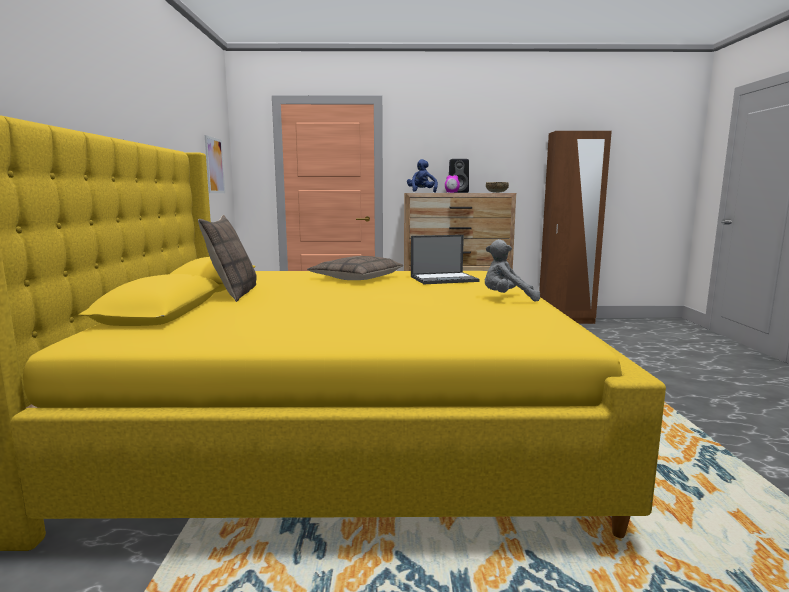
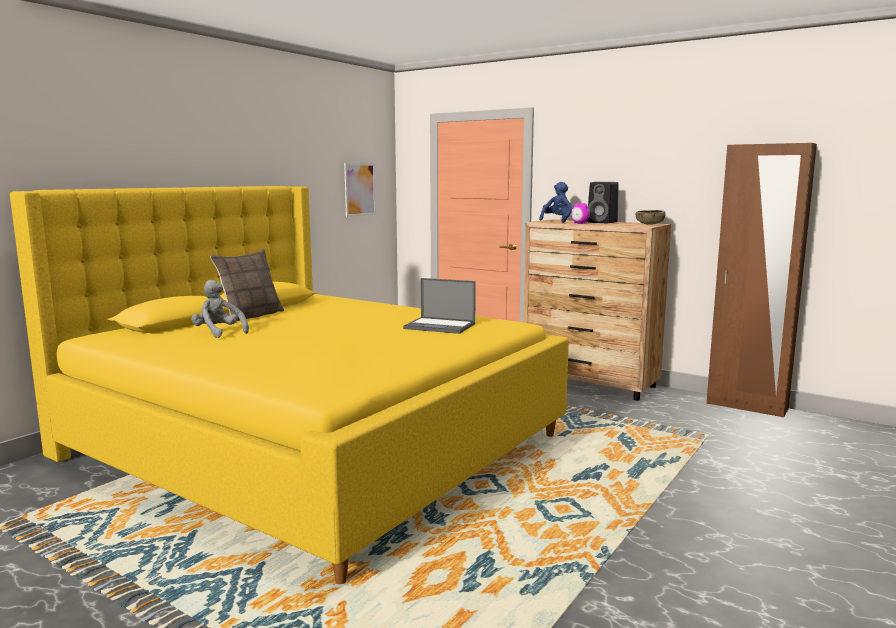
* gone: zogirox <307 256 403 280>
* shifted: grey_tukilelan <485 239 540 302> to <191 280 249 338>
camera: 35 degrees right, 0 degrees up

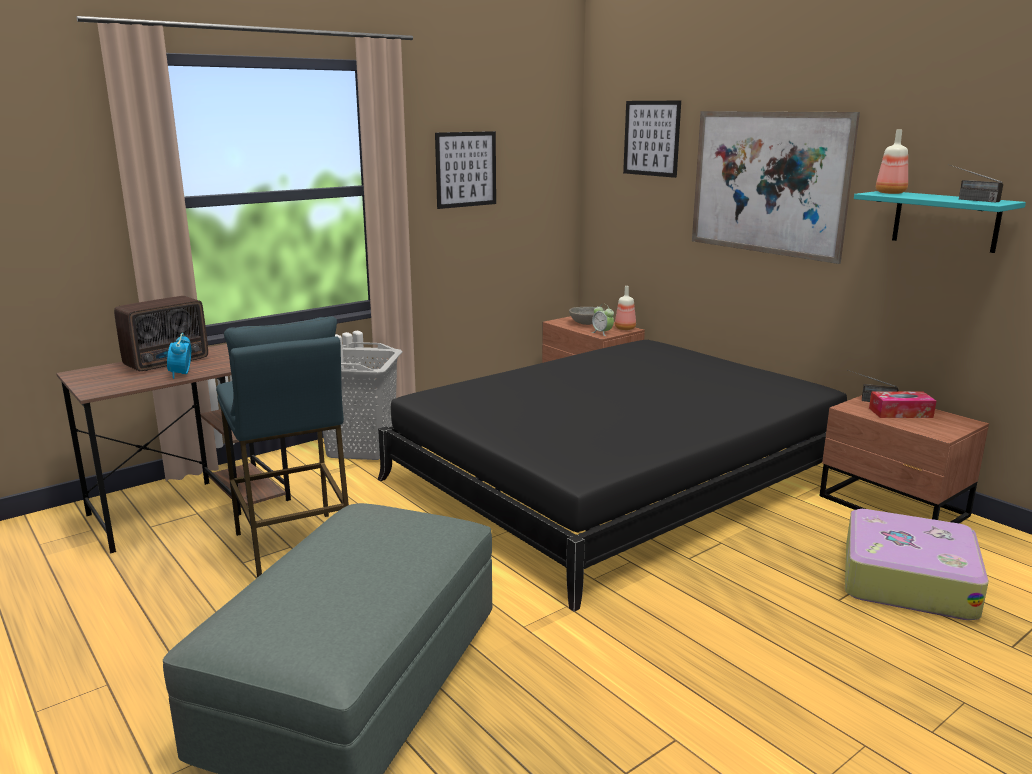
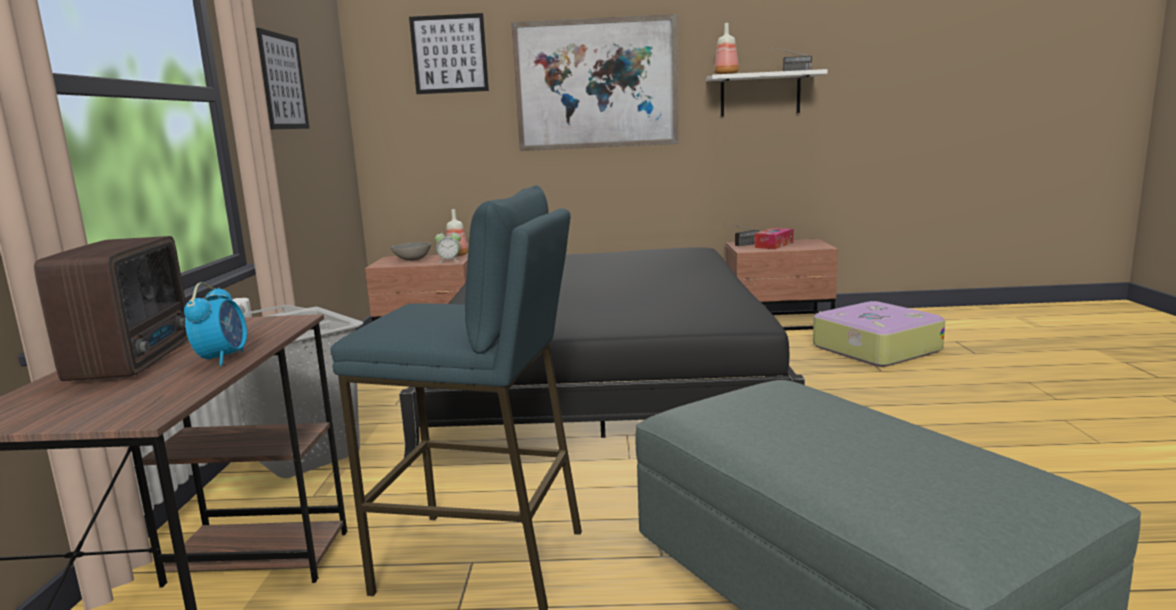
* repainted: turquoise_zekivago <854 191 1026 253> to white_zekivago <706 69 828 116>
* rotated: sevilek <167 333 191 379> = <184 282 247 366> 120 degrees counterclockwise
camera: 50 degrees left, 5 degrees down

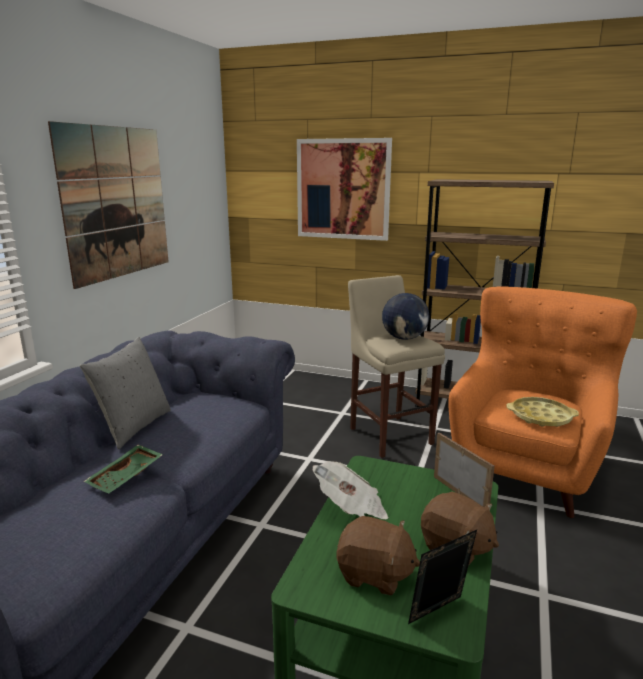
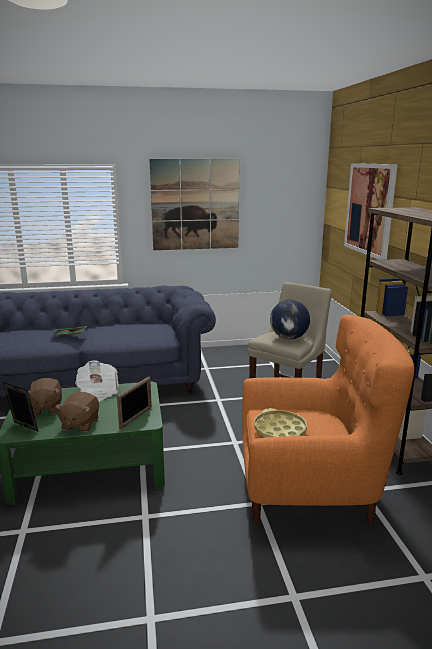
* gone: grey_zogirox <80 337 171 449>
camera: 60 degrees right, 0 degrees up

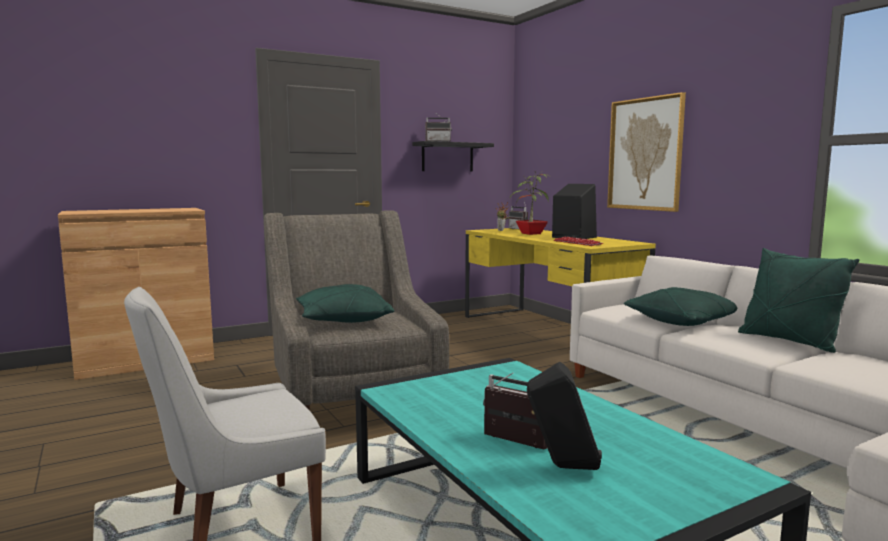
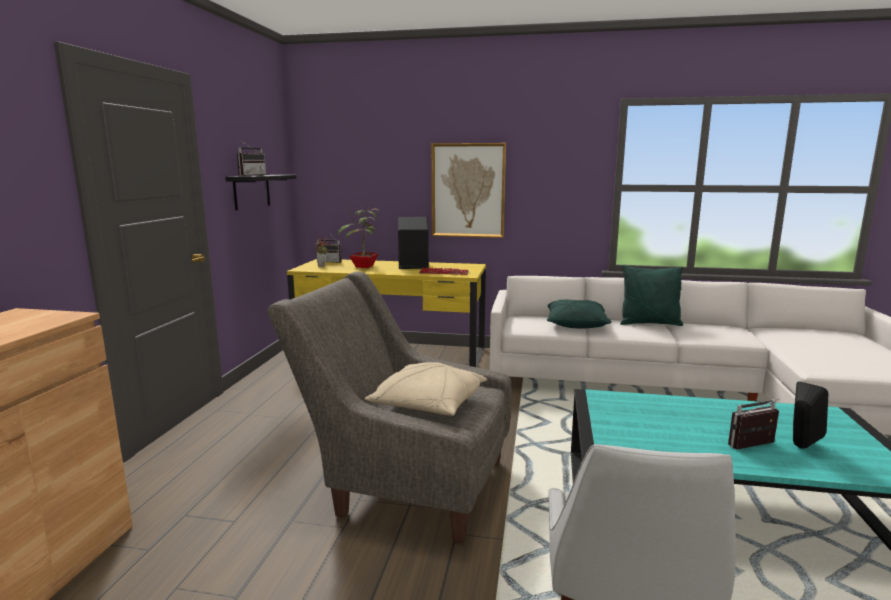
* repainted: green_zogirox <296 284 395 323> to beige_zogirox <365 362 487 416>
camera: 50 degrees left, 5 degrees up

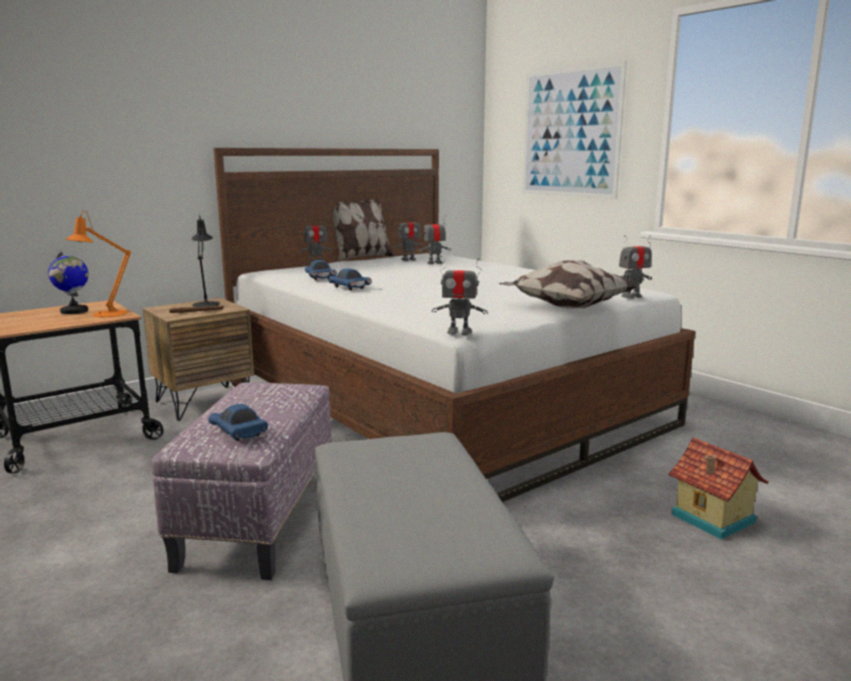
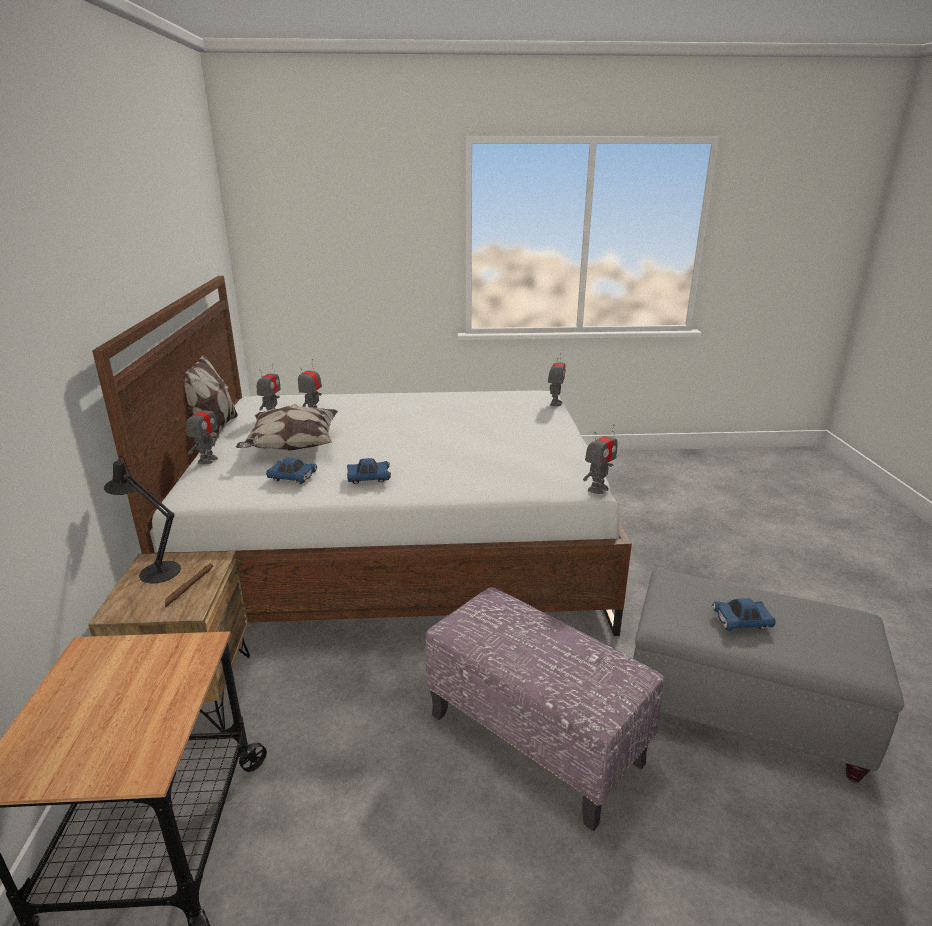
* gone: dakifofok <48 251 89 314>
* gone: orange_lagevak <66 211 131 317>
* gone: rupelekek <523 61 627 199>
* gone: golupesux <669 438 769 539>
* shifted: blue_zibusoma <208 404 268 441> to <712 598 776 631>
* shifted: zogirox <499 260 639 308> to <236 404 338 450>
camera: 55 degrees left, 10 degrees up

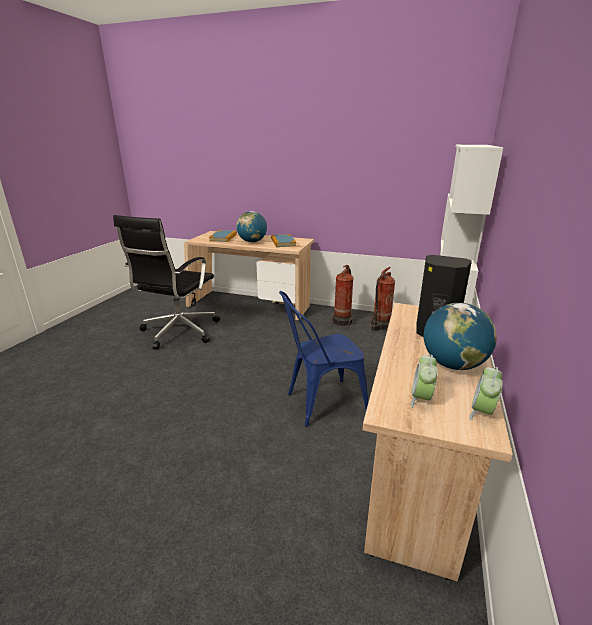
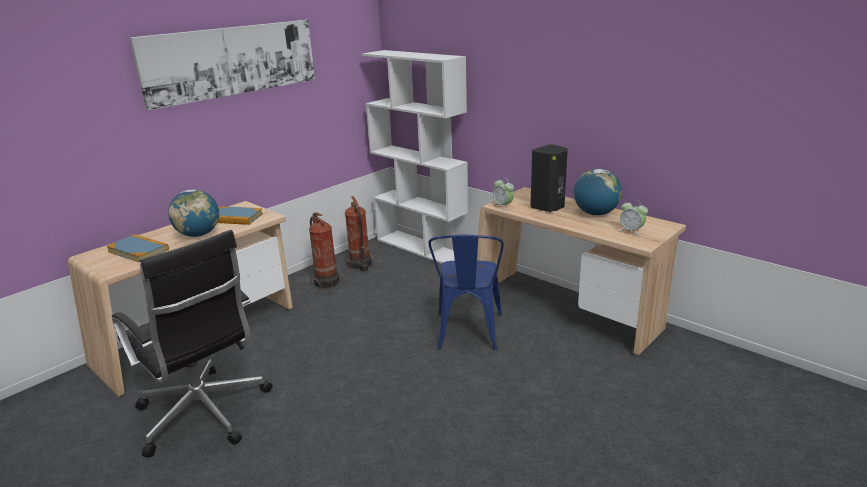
* new: rupelekek <129 20 315 110>
* shifted: sevilek <469 367 503 420> to <493 178 514 210>
camera: 65 degrees left, 0 degrees up

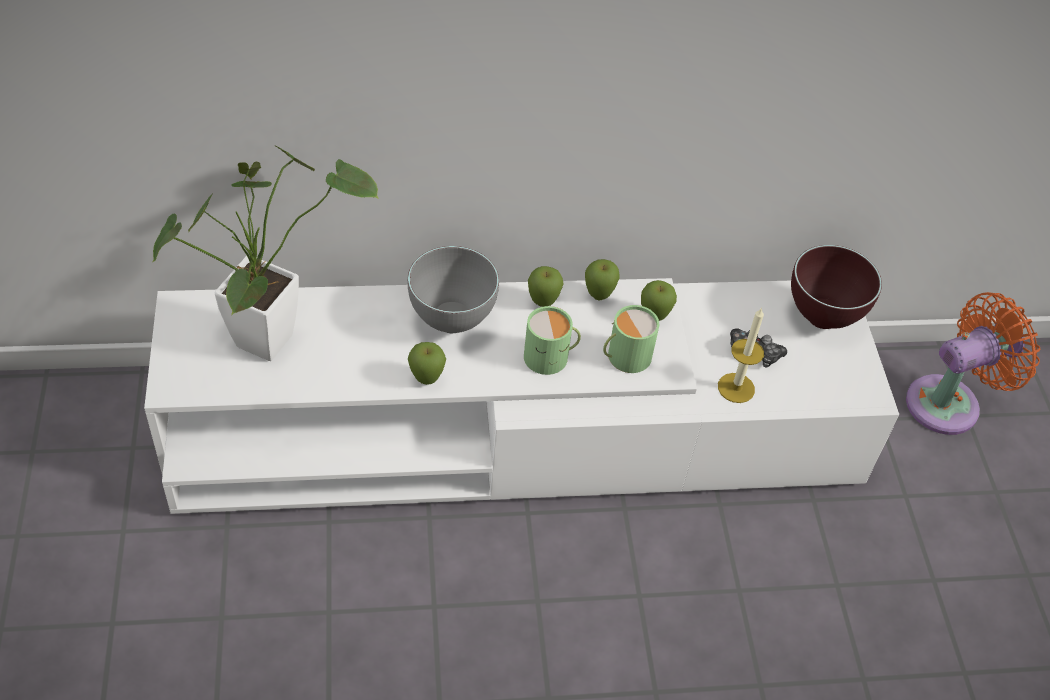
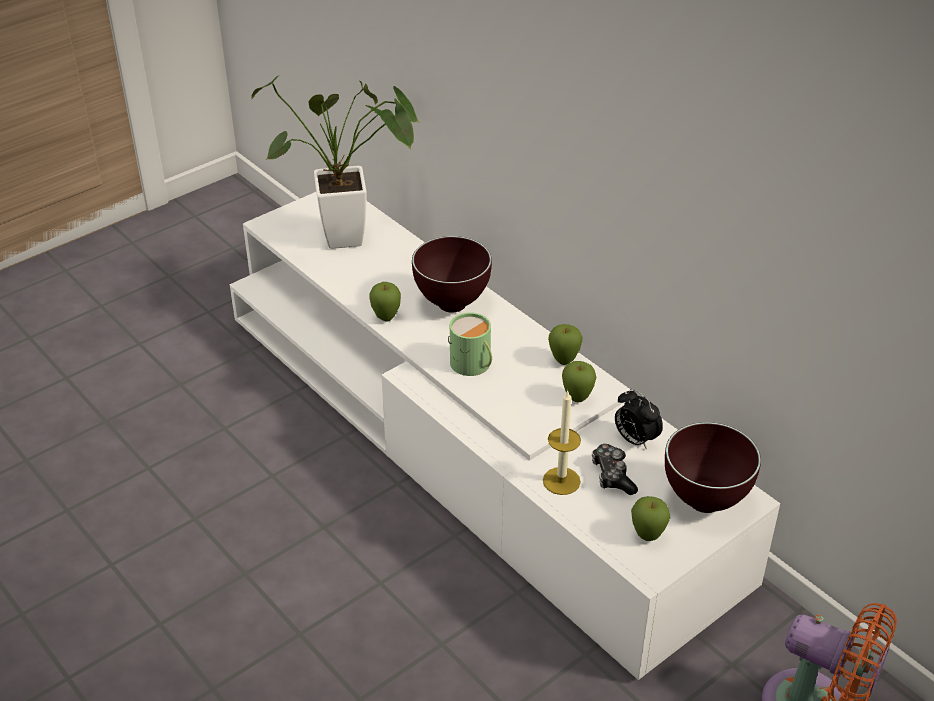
* gone: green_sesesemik <603 305 659 373>
* new: sevilek <615 389 663 450>
* shifted: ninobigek <528 266 564 307> to <631 496 671 541>
* repainted: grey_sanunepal <407 246 499 333> to brown_sanunepal <412 236 492 313>
camera: 60 degrees right, 10 degrees down

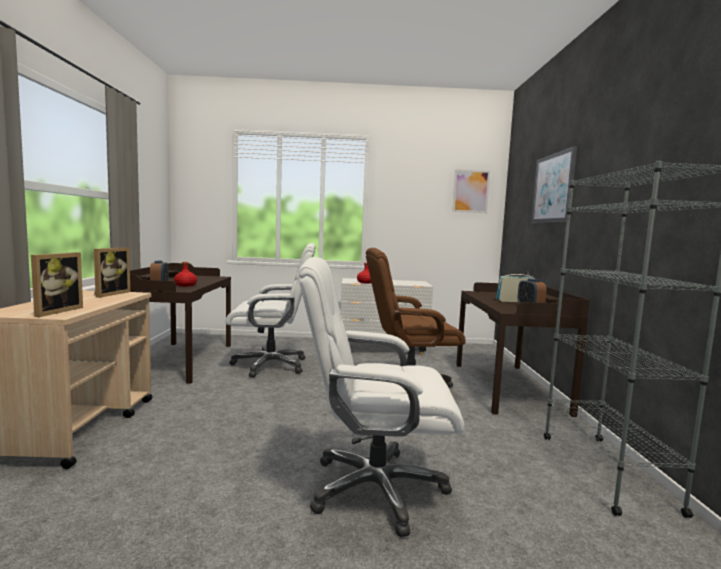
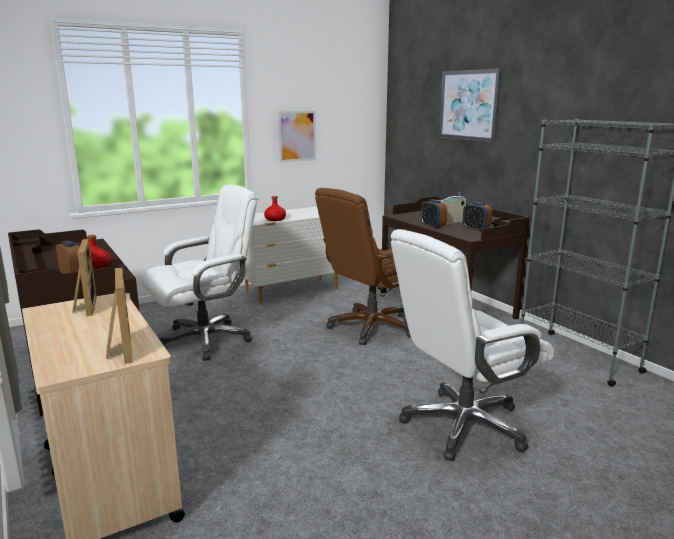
* new: sevilek <421 199 447 229>
* shifted: rupelekek <452 169 490 213> to <278 111 316 162>
camera: 30 degrees left, 10 degrees up

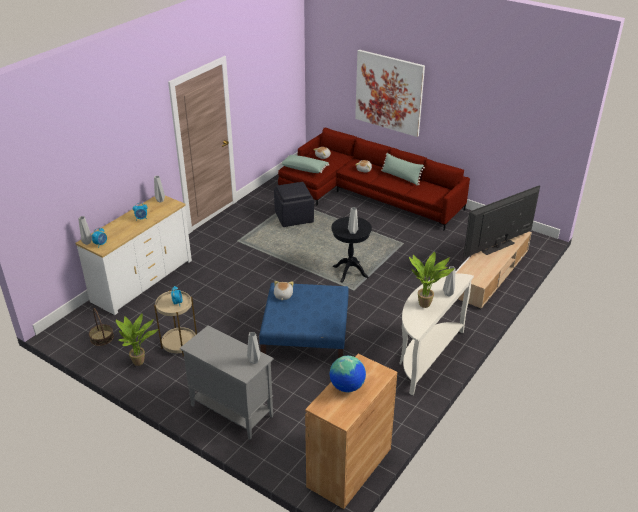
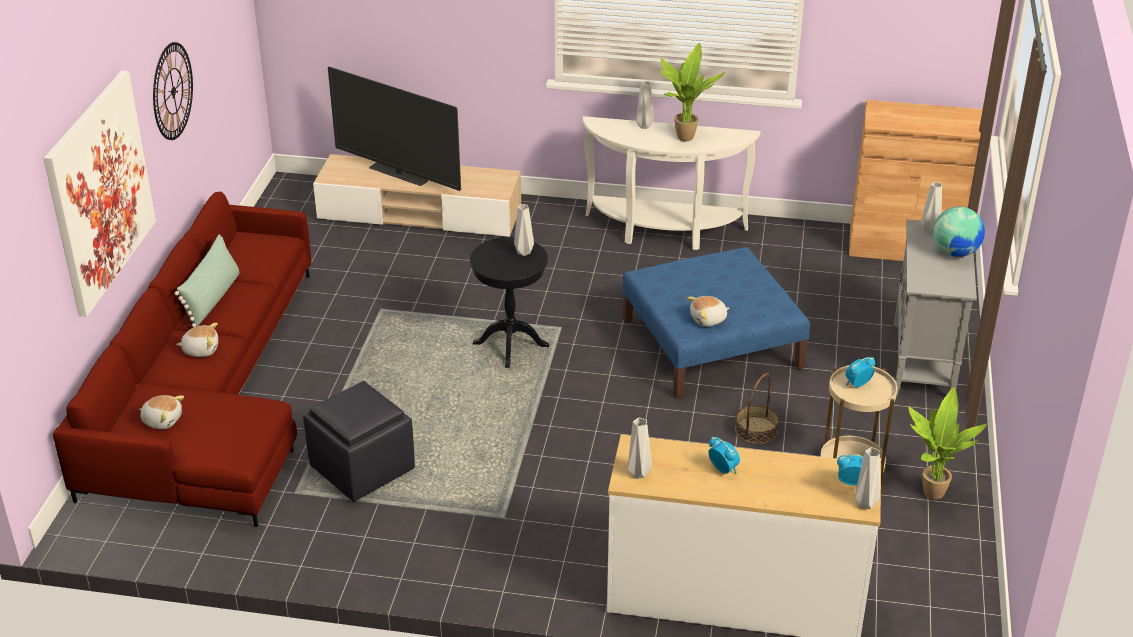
* gone: green_zogirox <280 155 329 173>
* new: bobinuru <153 42 193 140>
* shifted: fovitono <89 308 114 346> to <735 373 779 444>
* shifted: dakifofok <330 356 366 392> to <933 207 985 257>
camera: 115 degrees left, 0 degrees up

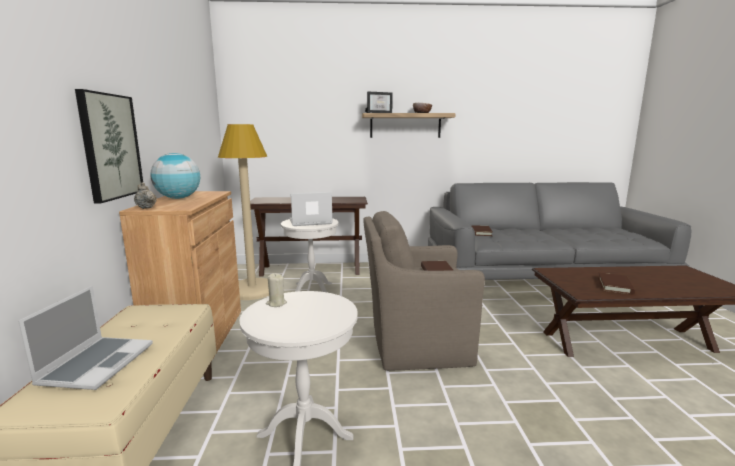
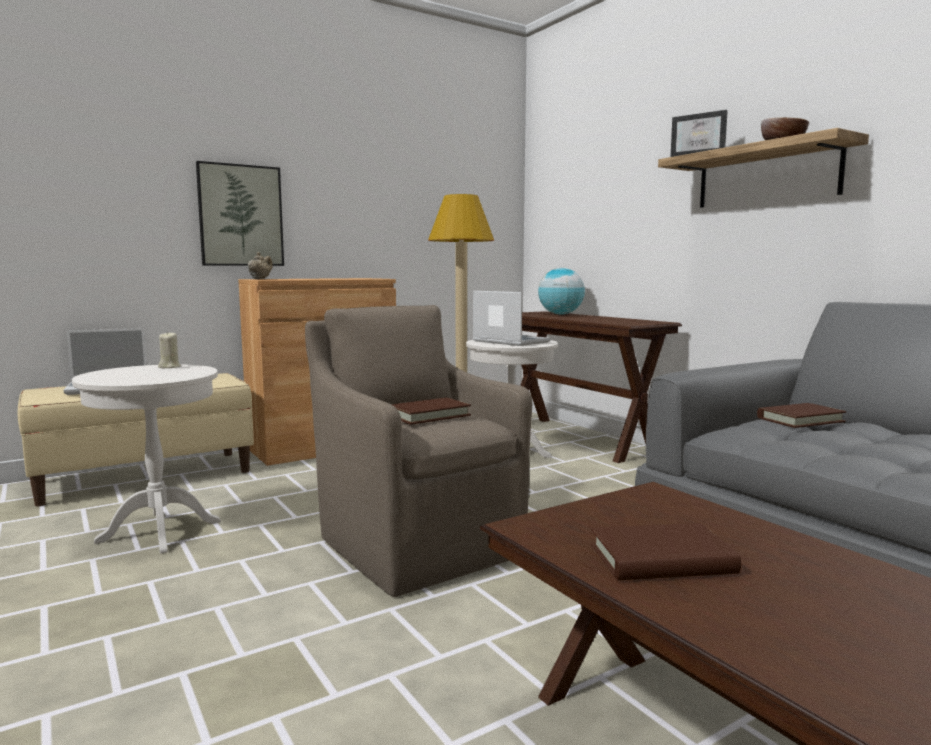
* shifted: dakifofok <150 153 200 199> to <538 268 585 314>
camera: 60 degrees right, 5 degrees down

